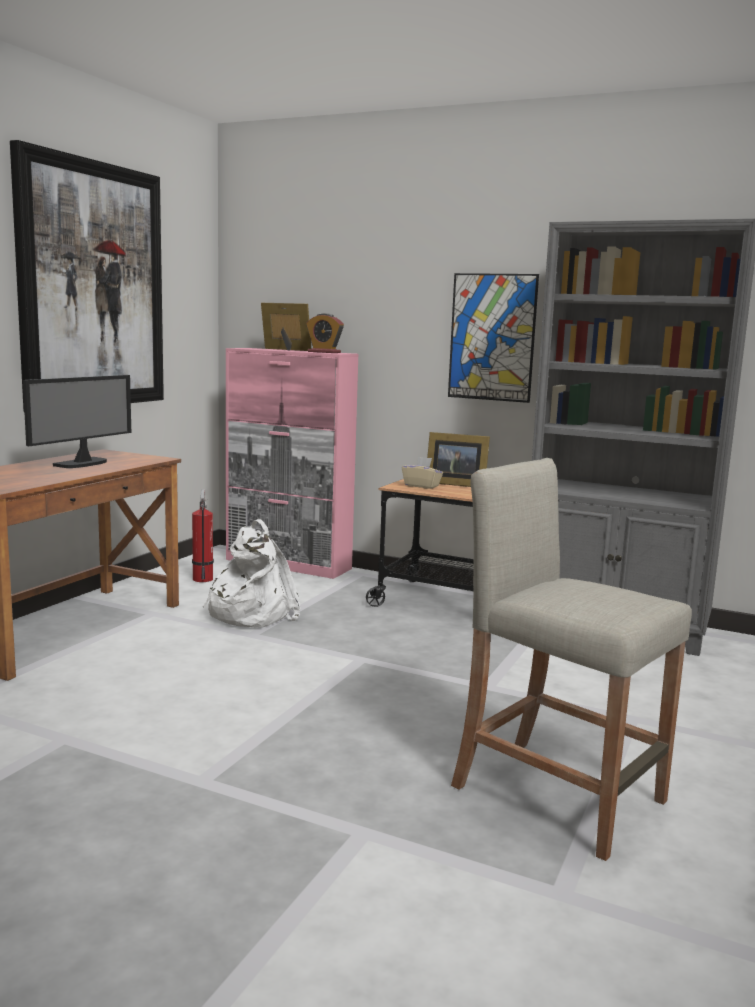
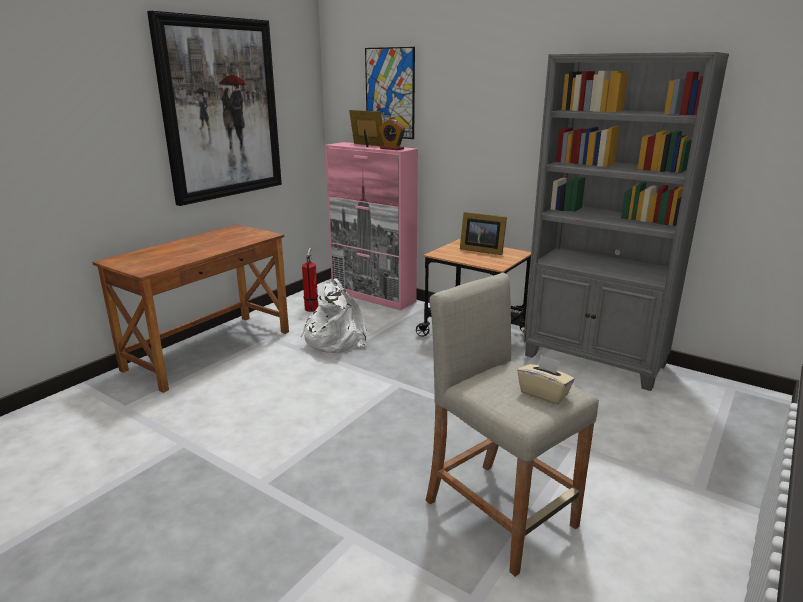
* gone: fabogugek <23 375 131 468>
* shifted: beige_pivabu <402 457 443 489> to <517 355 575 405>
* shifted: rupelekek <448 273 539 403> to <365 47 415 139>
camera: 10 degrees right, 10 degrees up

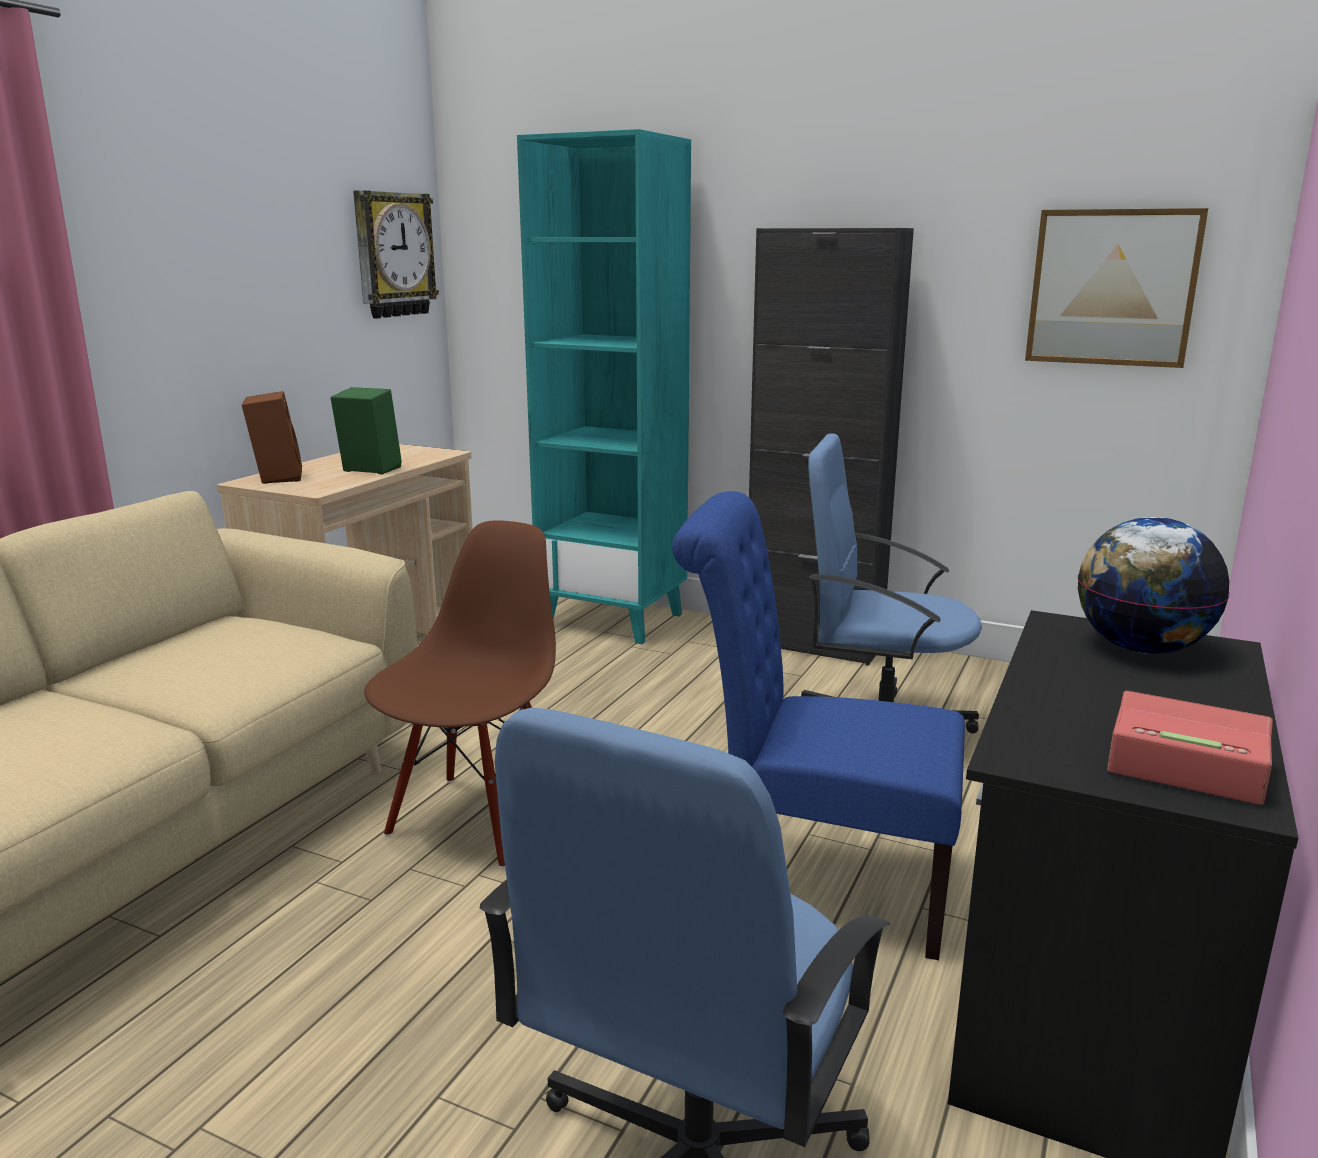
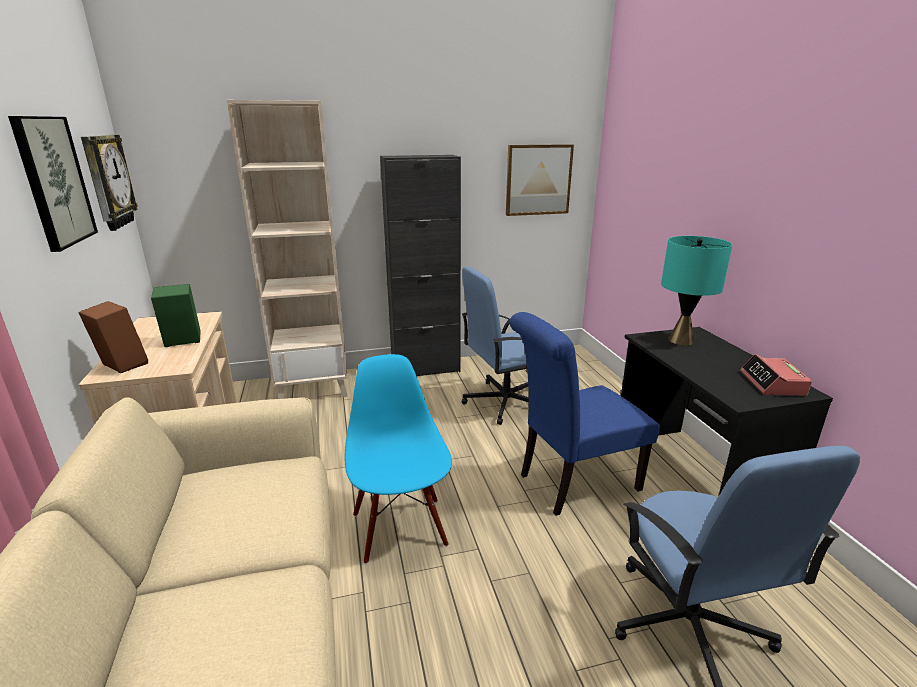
* new: rupelekek <8 116 98 252>
* swapped: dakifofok <1078 517 1229 654> to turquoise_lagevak <661 236 732 346>
* repainted: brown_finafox <364 520 556 869> to blue_finafox <345 354 452 564>
* repainted: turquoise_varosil <517 129 691 644> to beige_varosil <227 100 348 399>
* rotated: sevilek <1107 691 1273 805> = <740 354 812 396> 75 degrees counterclockwise
camera: 40 degrees left, 5 degrees up

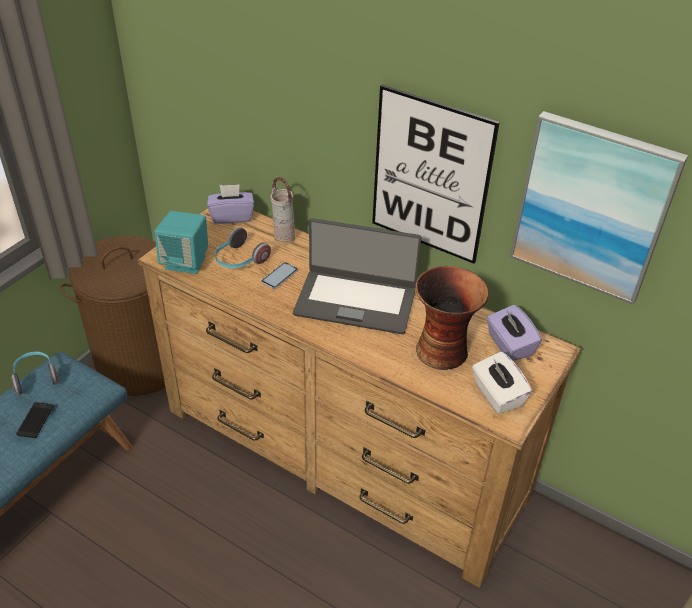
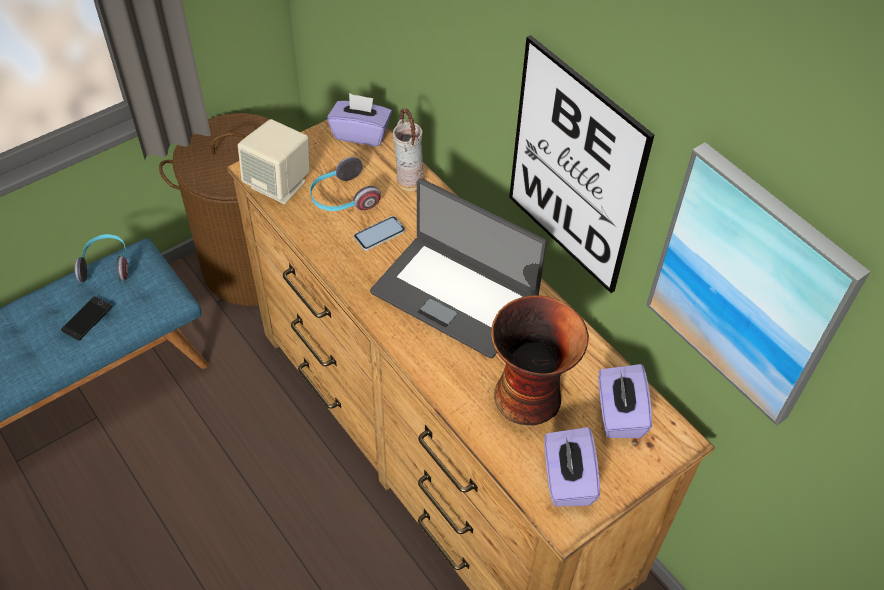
* repainted: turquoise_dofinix <154 211 208 274> to beige_dofinix <238 119 310 204>
* repainted: white_pivabu <472 352 532 414> to purple_pivabu <544 427 600 506>
camera: 20 degrees right, 10 degrees up

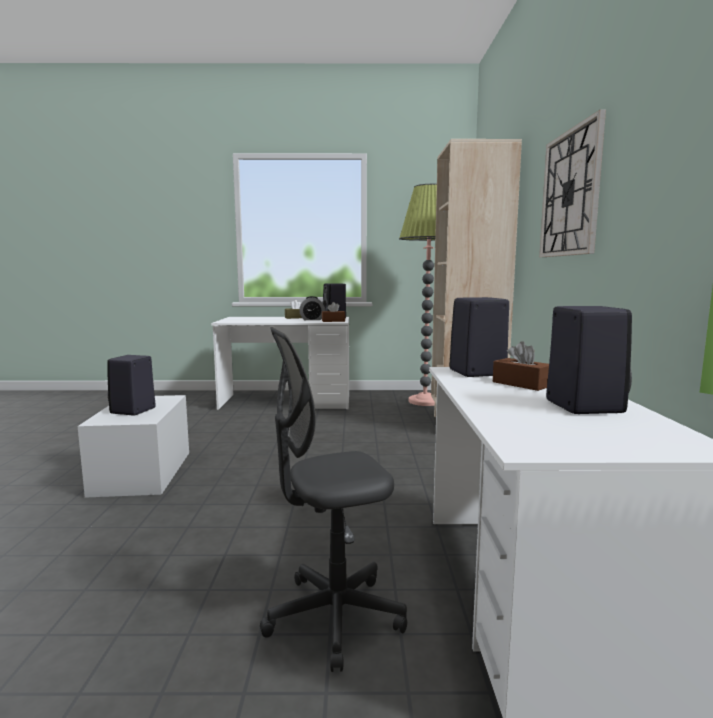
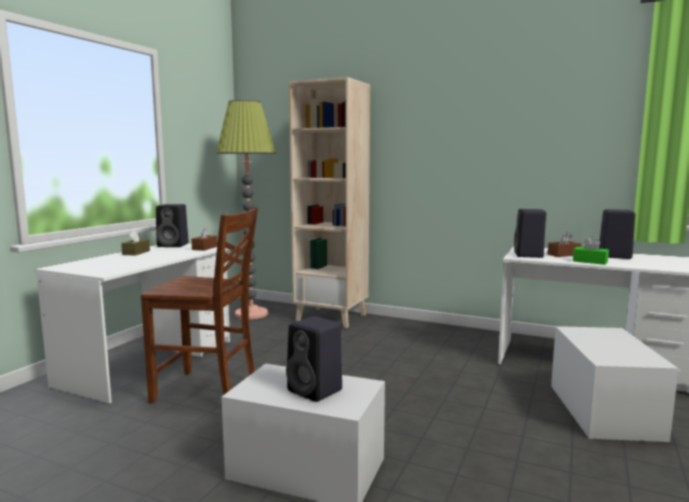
* gone: sevilek <299 296 325 320>
* gone: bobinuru <539 110 606 257>
* new: brown_finafox <141 207 258 403>
* new: green_pivabu <573 237 609 265>
* swapped: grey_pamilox <260 327 407 672> to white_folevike <551 326 679 442>
camera: 65 degrees left, 0 degrees up

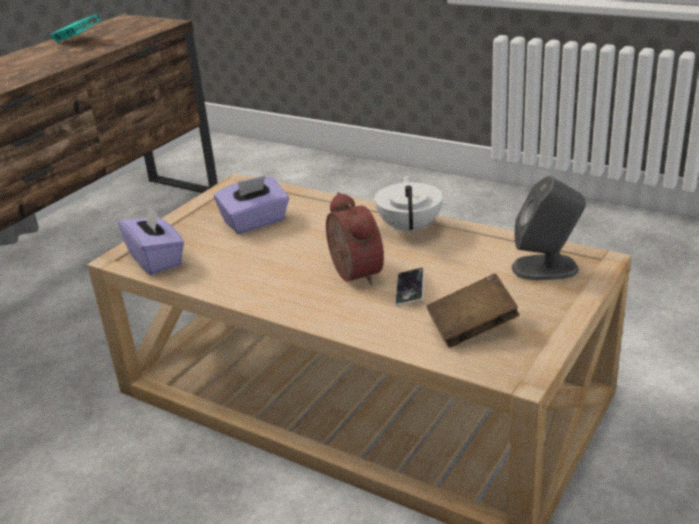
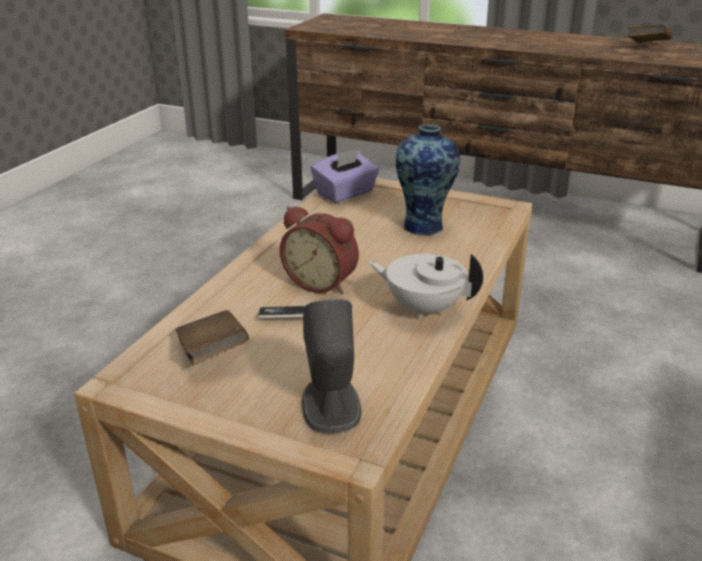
* swapped: purple_pivabu <214 176 289 234> to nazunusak <396 124 460 235>
* repainted: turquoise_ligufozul <50 14 101 43> to brown_ligufozul <628 25 673 42>
* rotated: sevilek <326 192 384 286> = <280 206 359 294> 60 degrees clockwise
* rotated: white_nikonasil <375 175 443 236> = <367 254 483 318> 150 degrees counterclockwise
camera: 80 degrees right, 0 degrees up

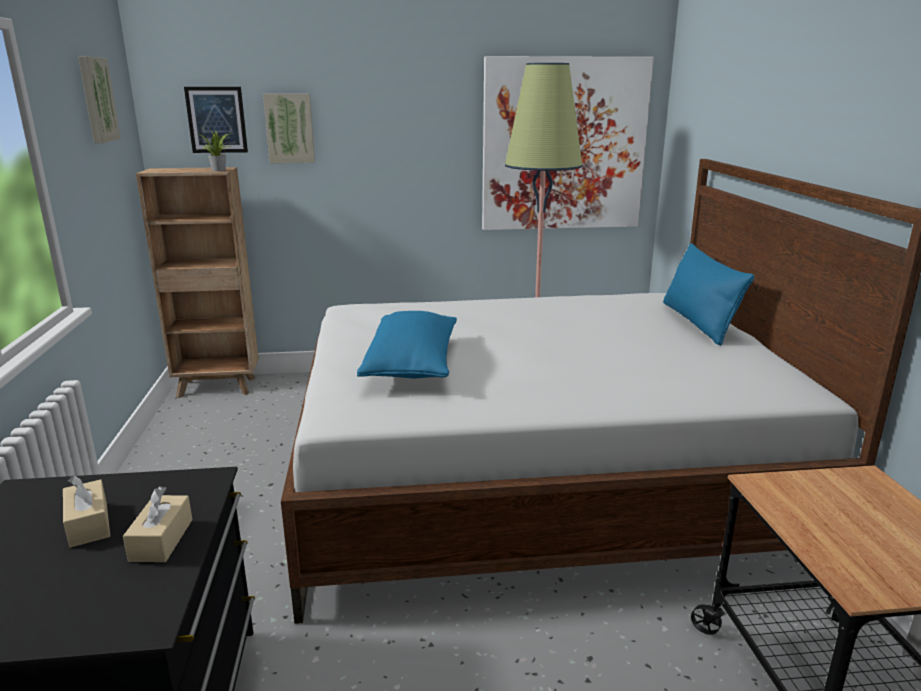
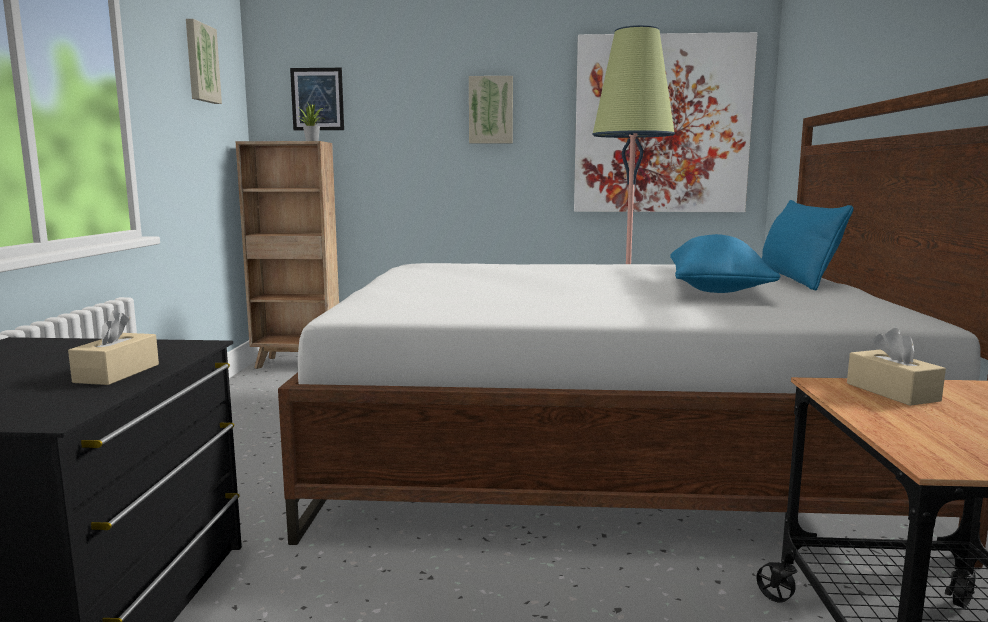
* shifted: beige_pivabu <63 475 110 548> to <847 328 946 406>
* shifted: rupelekek <263 94 315 163> to <469 76 513 144>
* shifted: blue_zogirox <357 311 457 378> to <670 234 781 293>
camera: 10 degrees right, 10 degrees down

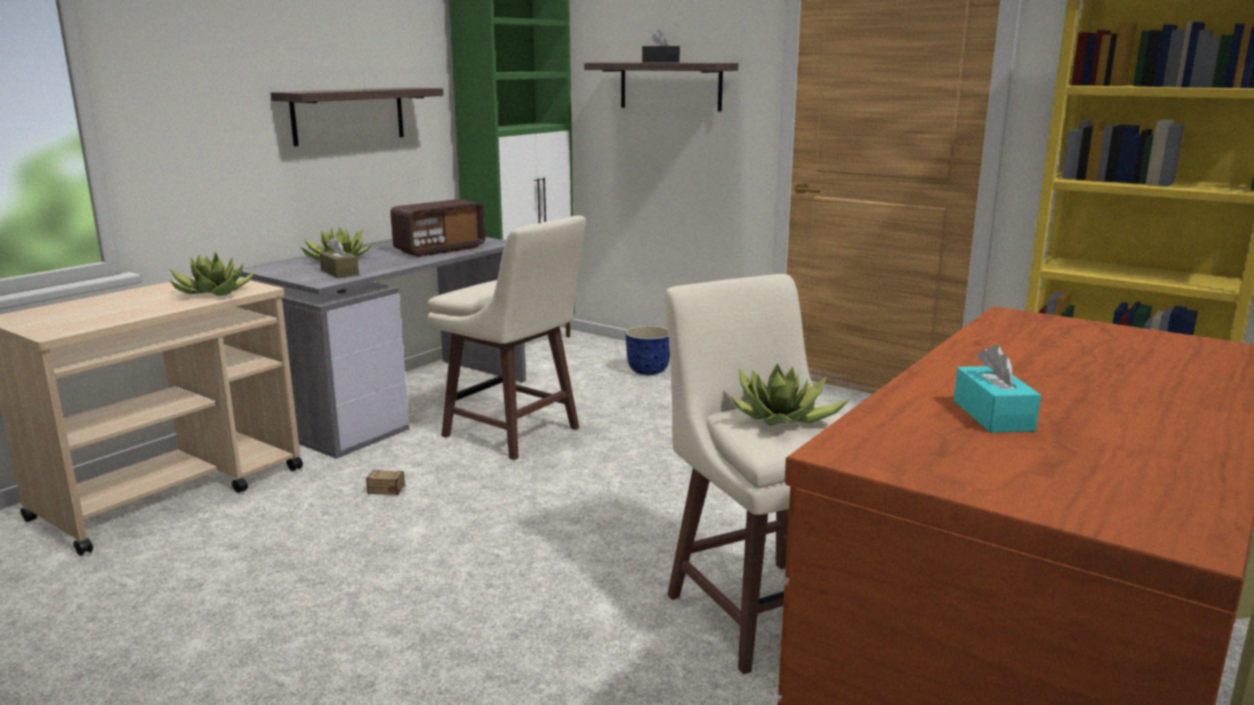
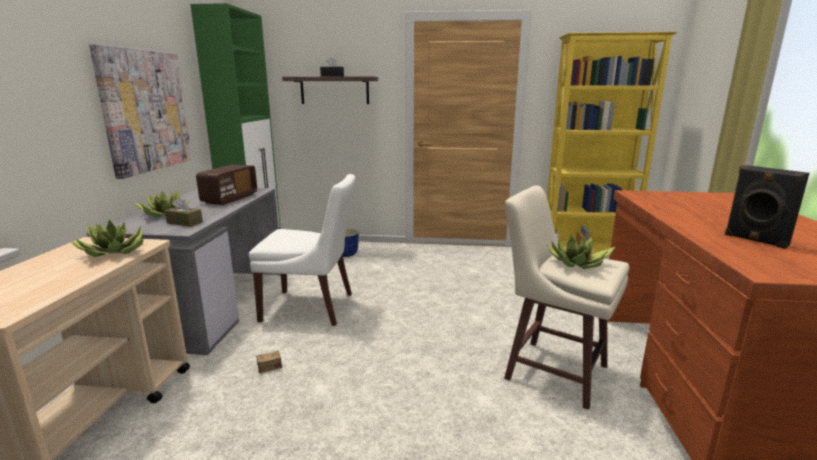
* swapped: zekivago <271 87 444 146> to rupelekek <89 44 192 179>
* swapped: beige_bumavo <427 216 586 460> to white_finafox <249 174 355 326>
* swapped: turquoise_pivabu <954 344 1041 433> to black_dofinix <725 165 810 249>
camera: 30 degrees left, 0 degrees up

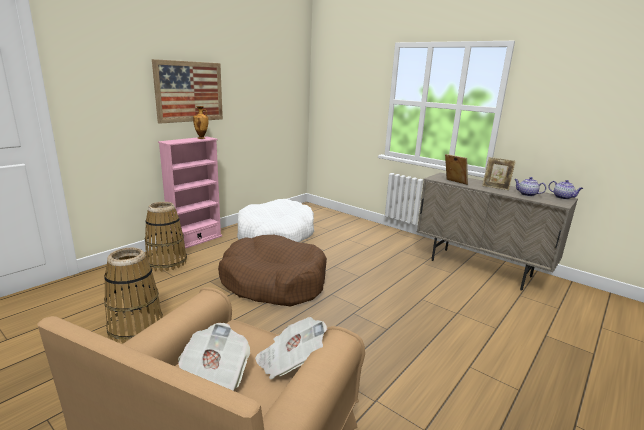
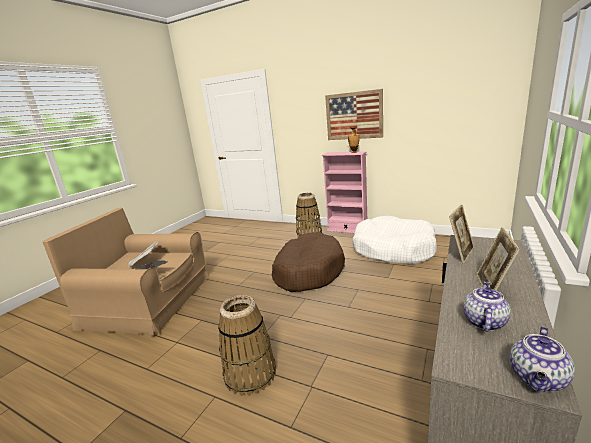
* shifted: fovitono <104 248 163 343> to <218 295 276 396>
camera: 80 degrees right, 0 degrees up

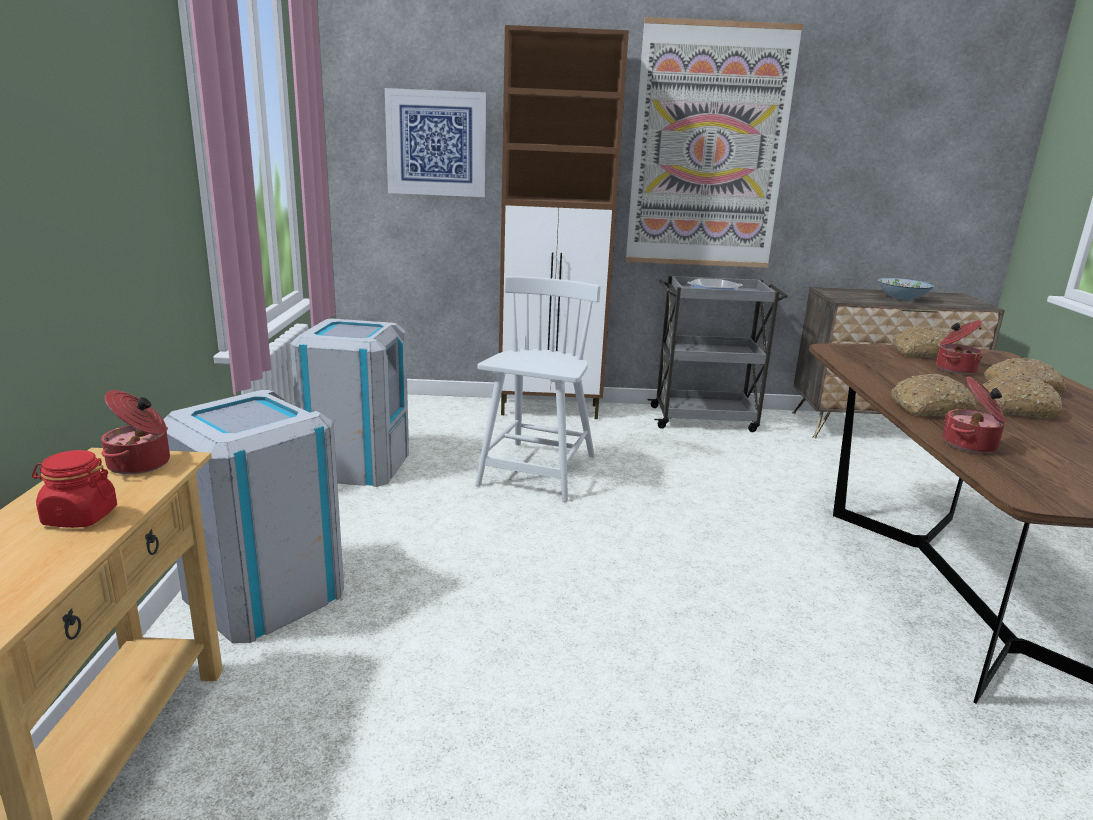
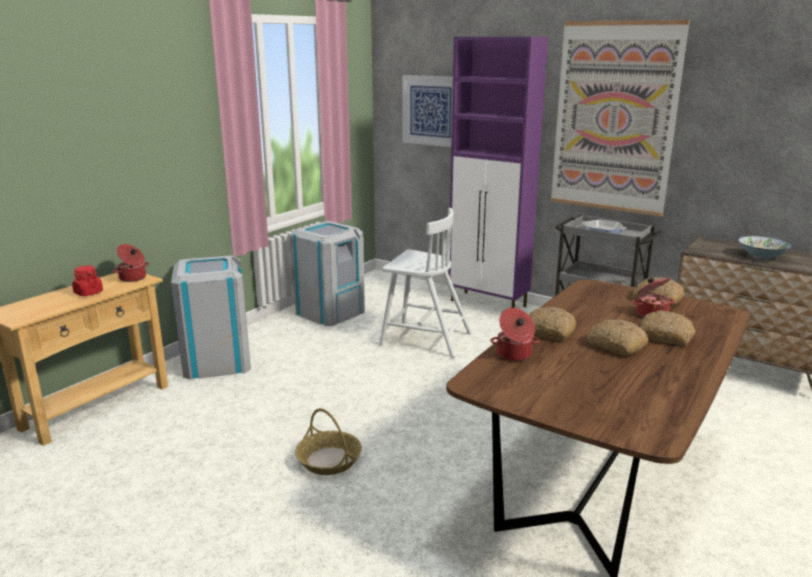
* new: fovitono <295 408 362 475>
* repainted: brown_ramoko <499 25 629 419> to purple_ramoko <448 37 548 308>
* rotated: white_finafox <475 276 601 502> = <379 208 472 358> 60 degrees clockwise
camera: 35 degrees right, 0 degrees up

